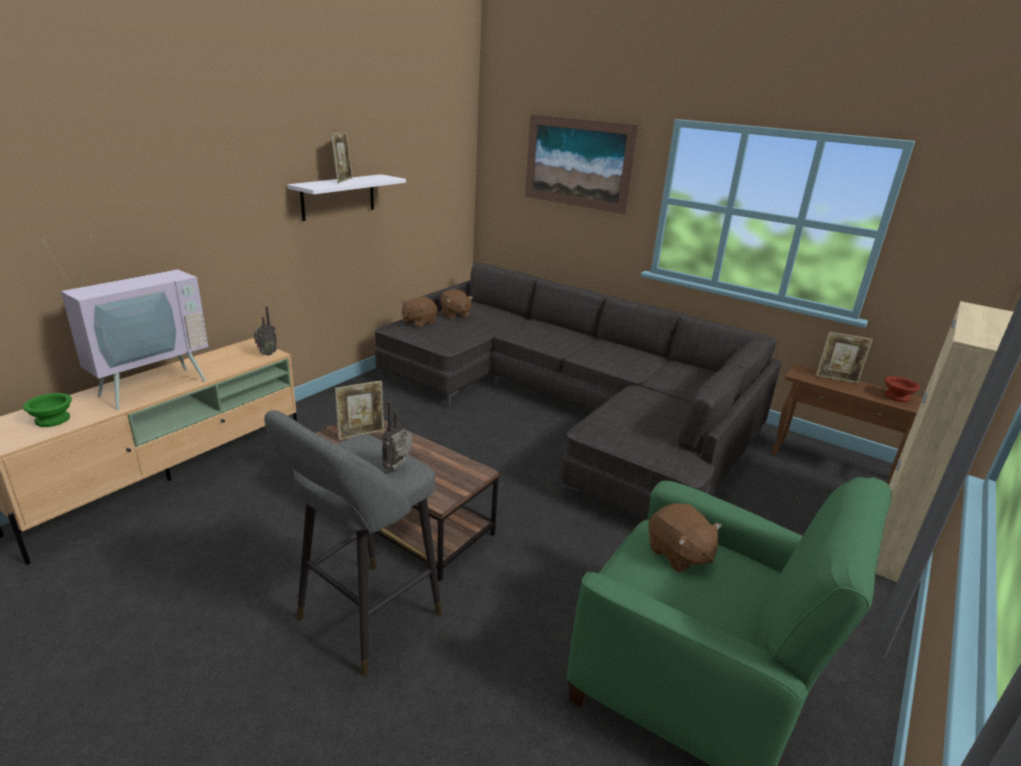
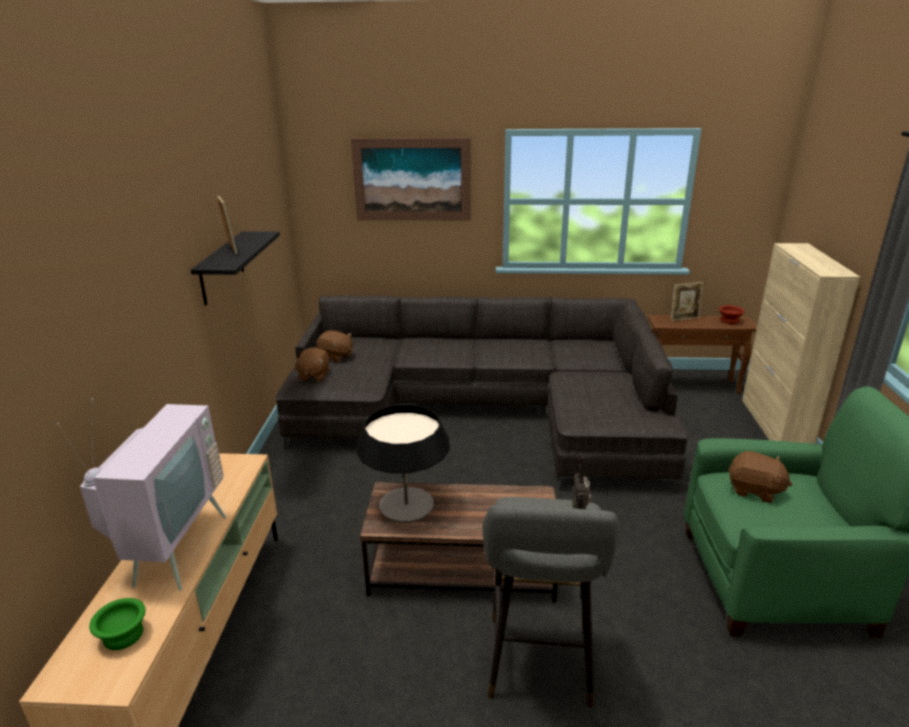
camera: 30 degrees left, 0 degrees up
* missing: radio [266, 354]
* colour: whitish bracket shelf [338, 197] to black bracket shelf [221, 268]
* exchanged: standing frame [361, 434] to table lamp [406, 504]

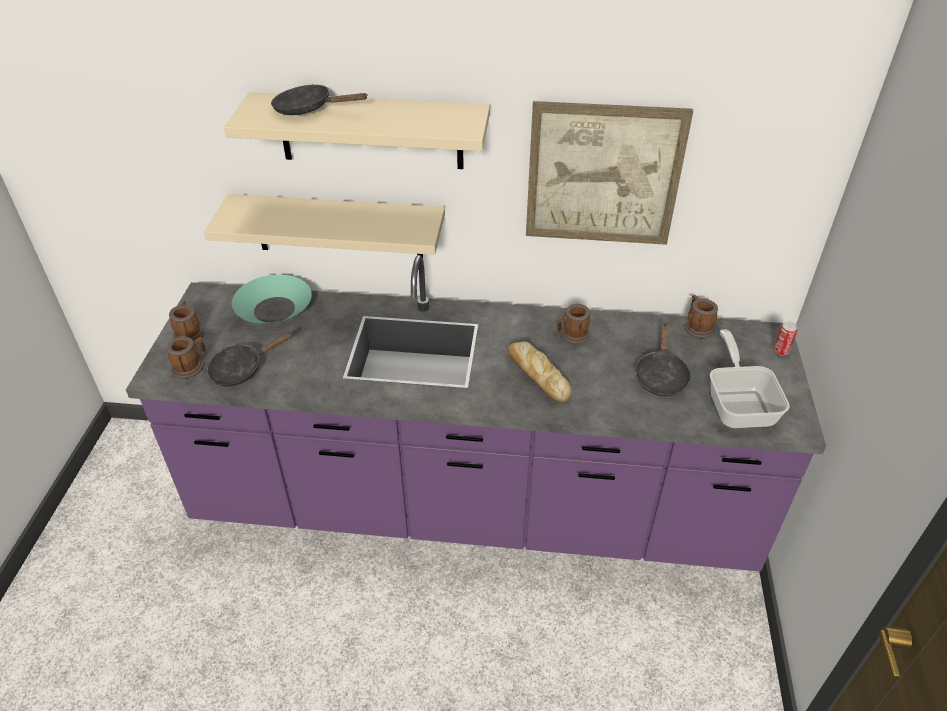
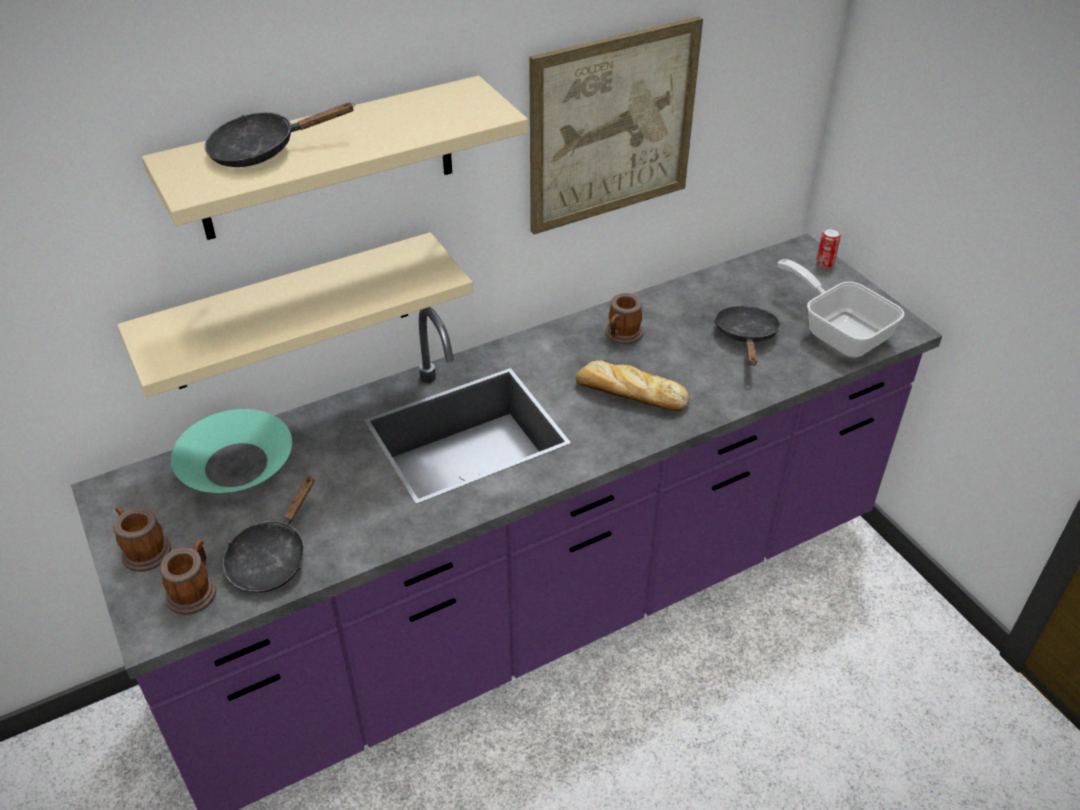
camera: 35 degrees left, 0 degrees up
* spun: black skillet [660, 375] = [746, 337] 150 degrees counterclockwise
* missing: tea mug [697, 326]

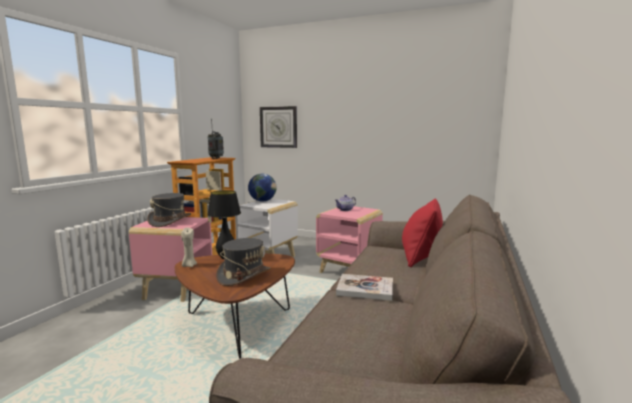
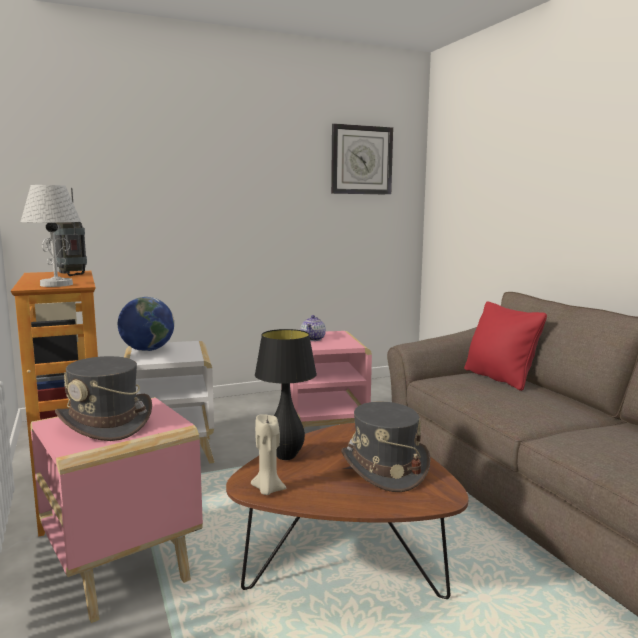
camera: 45 degrees left, 0 degrees up
* relocated: hanging clock [278, 127] to [361, 160]
* missing: bound book [365, 288]
* appeared: whitish table lamp [57, 284]

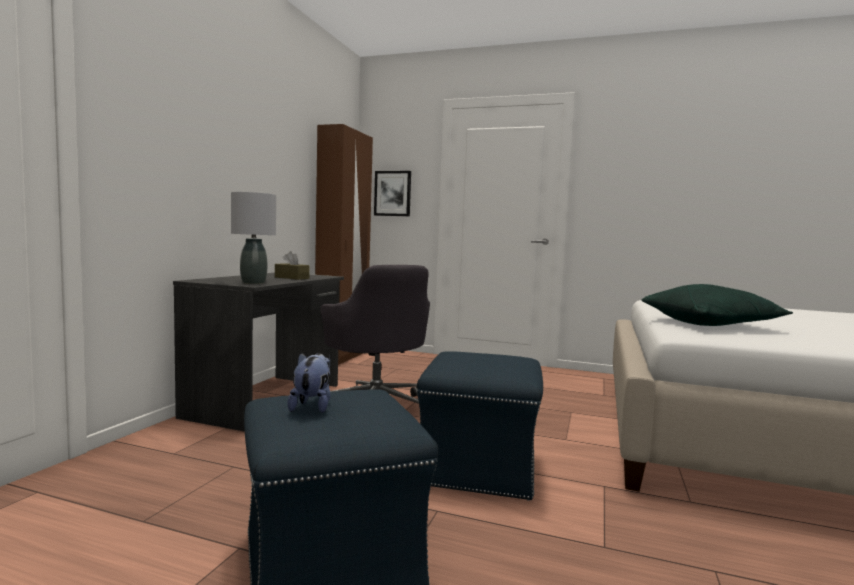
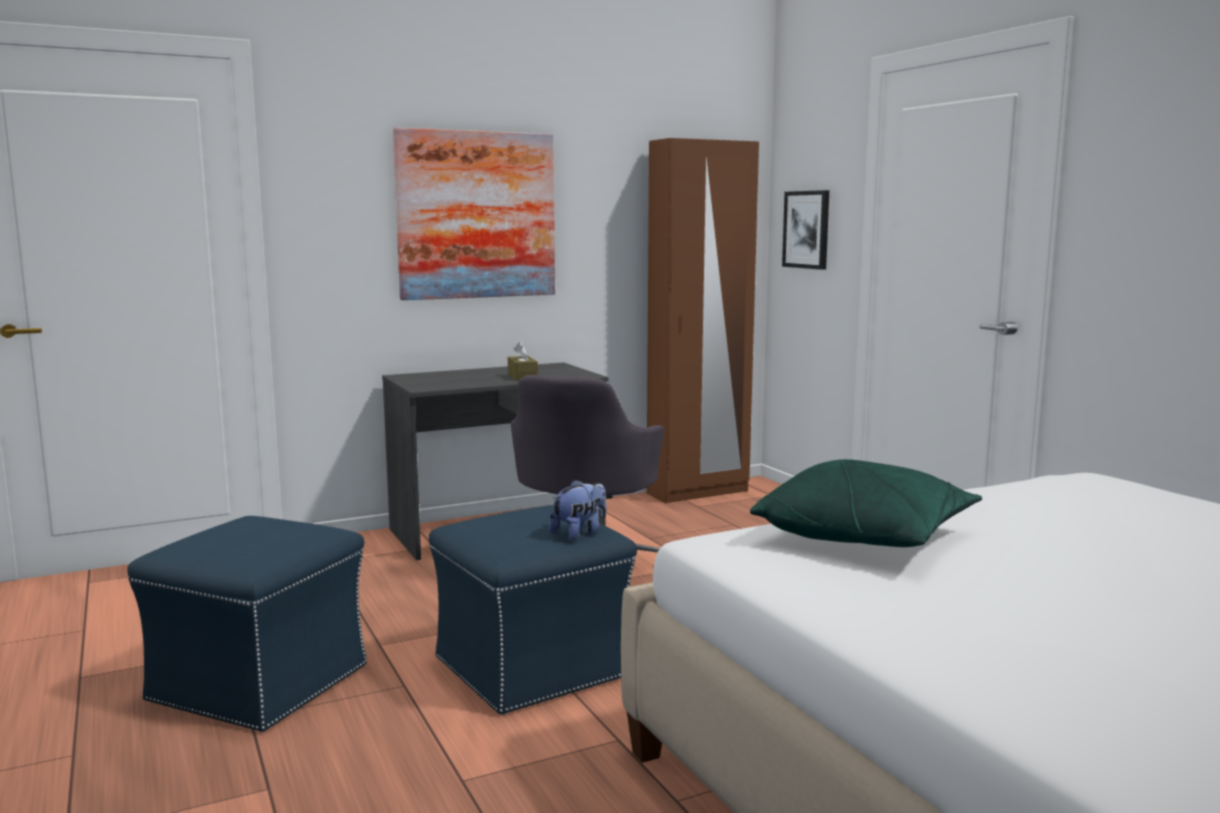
camera: 45 degrees right, 5 degrees up
* missing: greyish table lamp [253, 283]
* relocated: plush toy [312, 406] to [580, 533]
* appeared: picture [476, 215]

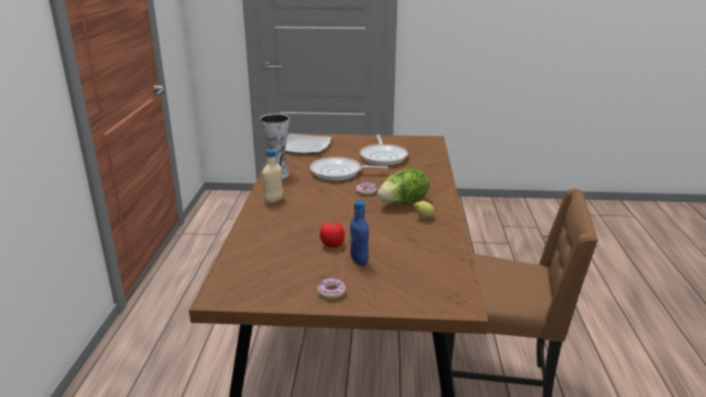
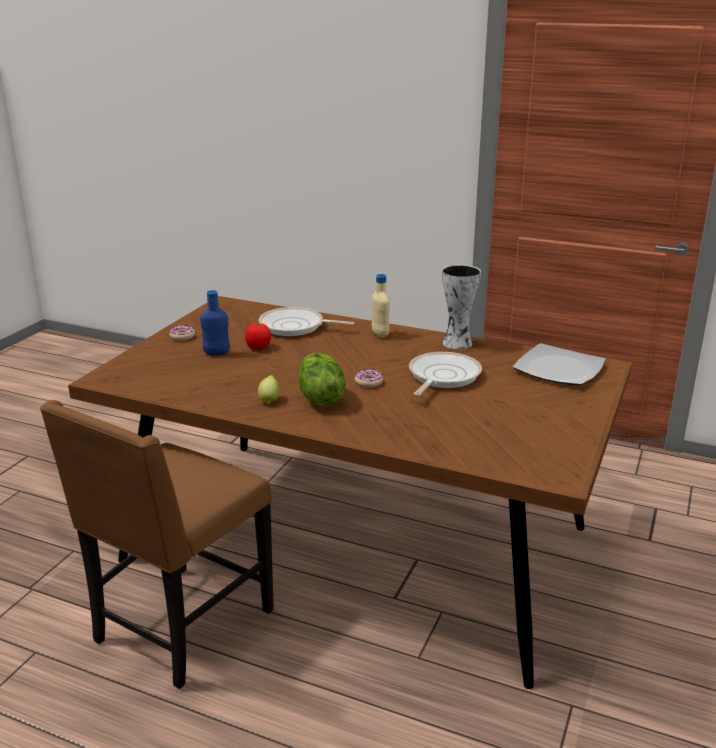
camera: 110 degrees right, 0 degrees up
* relocated: skillet [383, 157] to [295, 327]

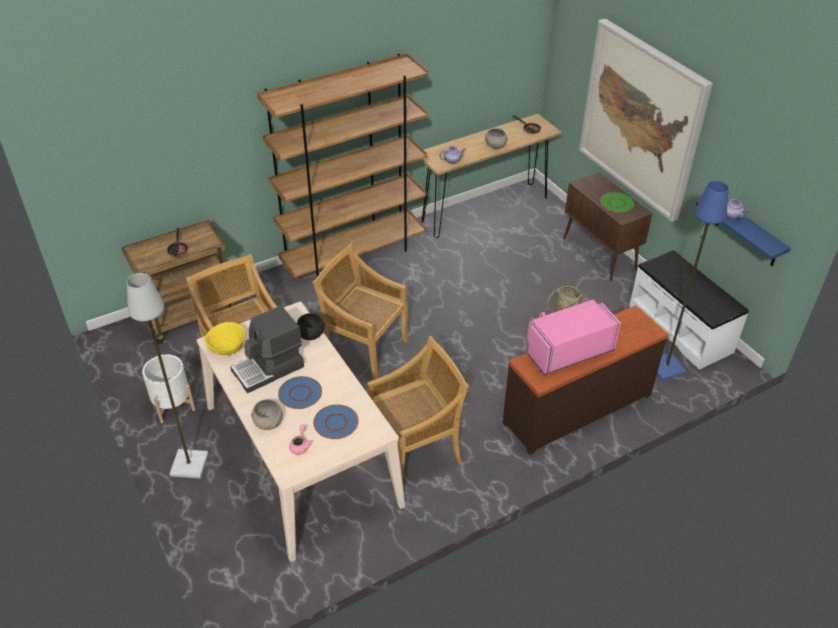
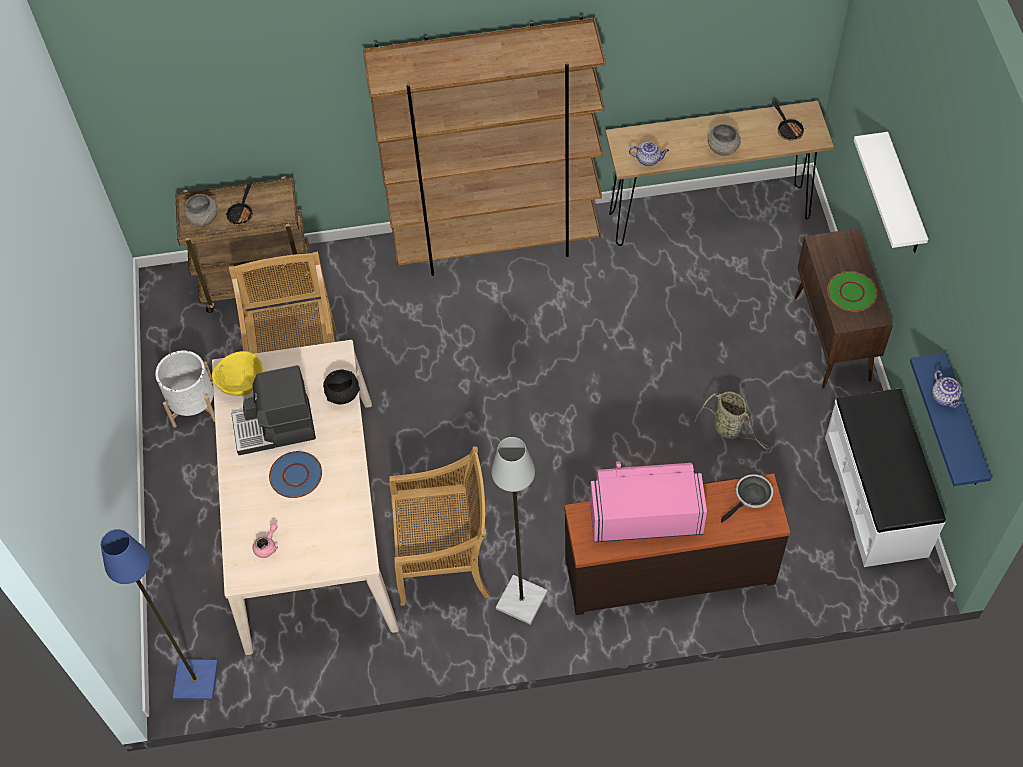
camera: 25 degrees right, 15 degrees up
* relocated: greyish standard lamp [189, 464] to [521, 599]
* relocated: greyish serving bowl [268, 422] to [203, 218]
* missing: beige chair [364, 348]
* missing: bluish dinner plate [335, 422]
* exchanged: picture [642, 119] to whitish bracket shelf [903, 197]
* relocated: bluish standard lamp [665, 367] to [195, 679]
* appeared: skillet [751, 497]

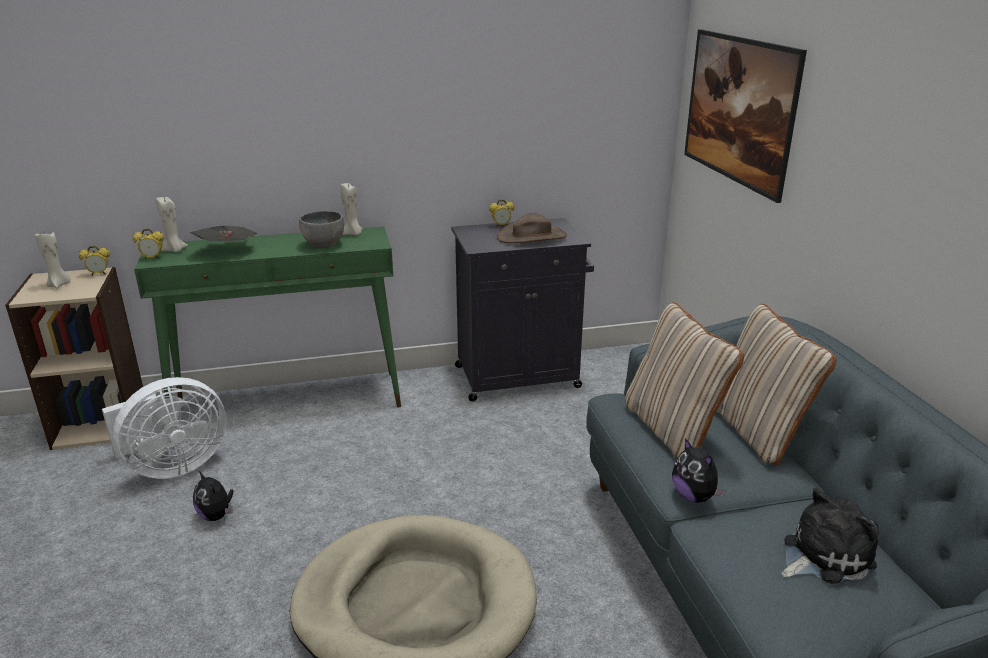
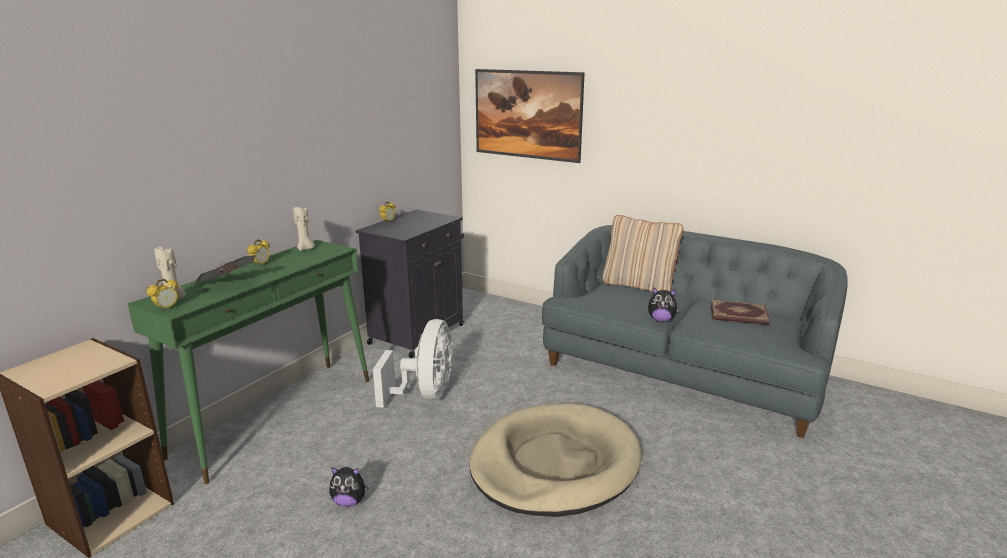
camera: 45 degrees left, 5 degrees down
* missing: beige candle [59, 285]
* relocated: table clock [99, 274] to [261, 265]
* relocated: whitish cooling fan [173, 466] to [425, 394]
* missing: greyish serving bowl [323, 245]
* missing: brown-coloured clothing hat [532, 237]
* missing: beige throw pillow [673, 429]
* exchanged: plush toy [823, 555] to bound book [738, 315]

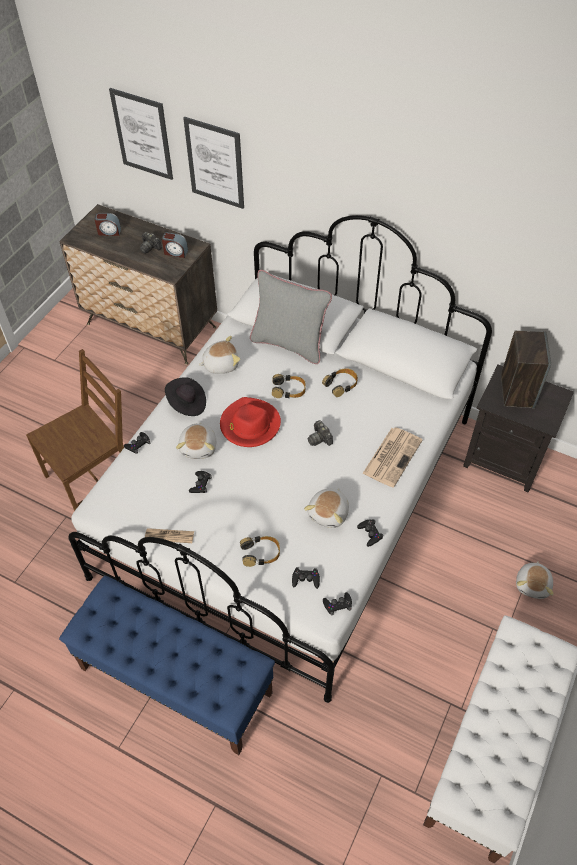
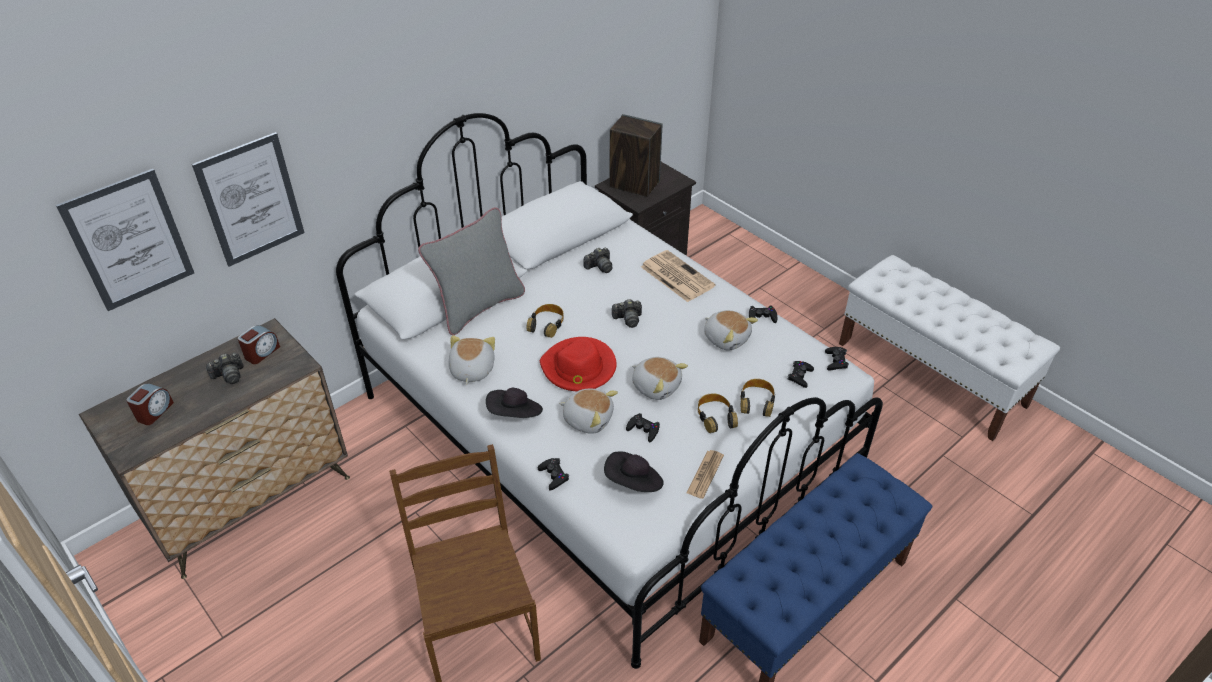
camera: 70 degrees left, 10 degrees down
* relocated: headset [341, 384] to [715, 417]
* relocated: plush toy [533, 585] to [656, 386]
* appeared: photo camera [599, 267]
* appeared: black clothing hat [634, 483]

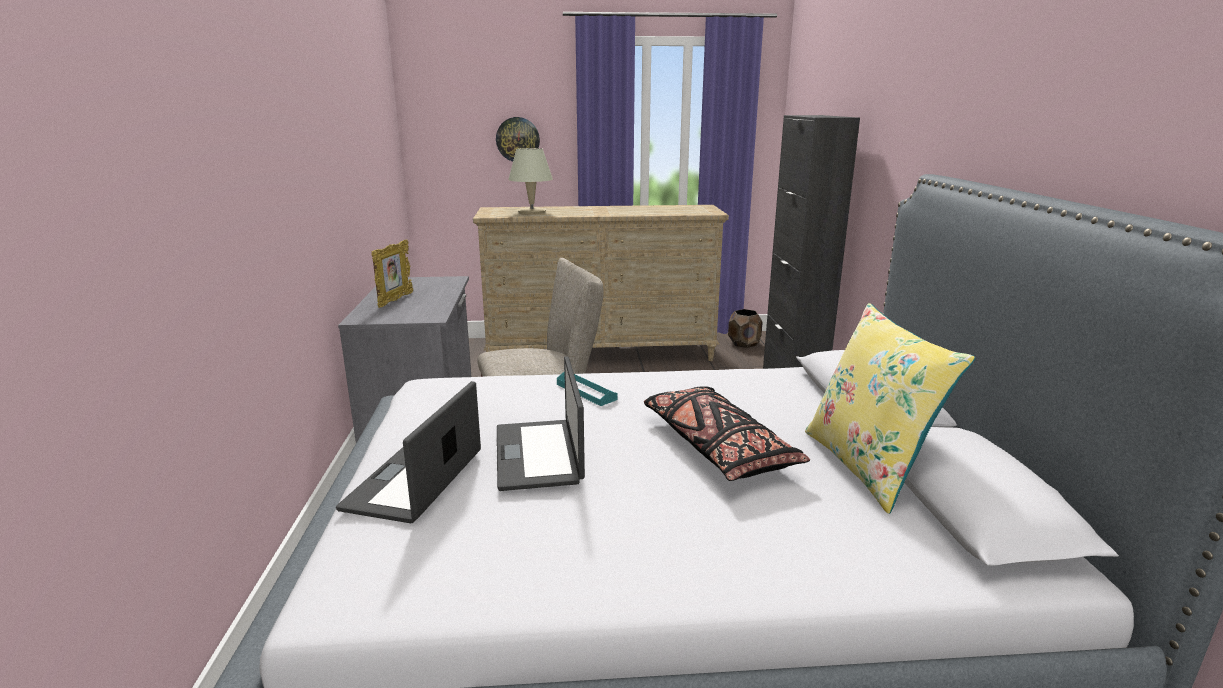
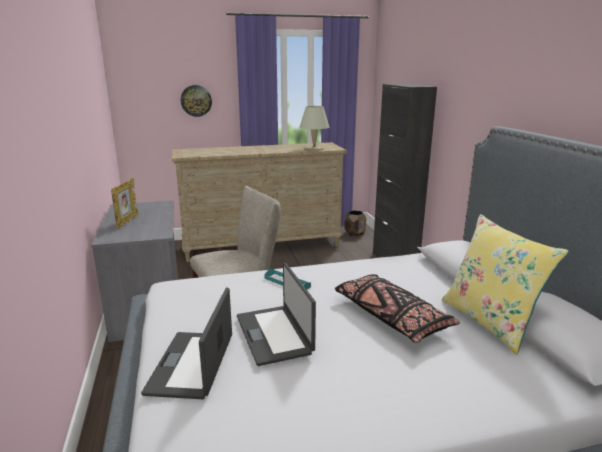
camera: 10 degrees left, 0 degrees up
* relocated: beige table lamp [531, 212] to [314, 149]

